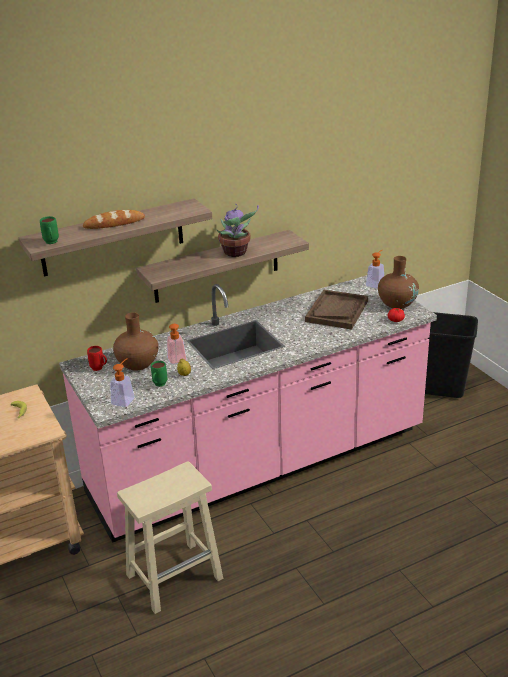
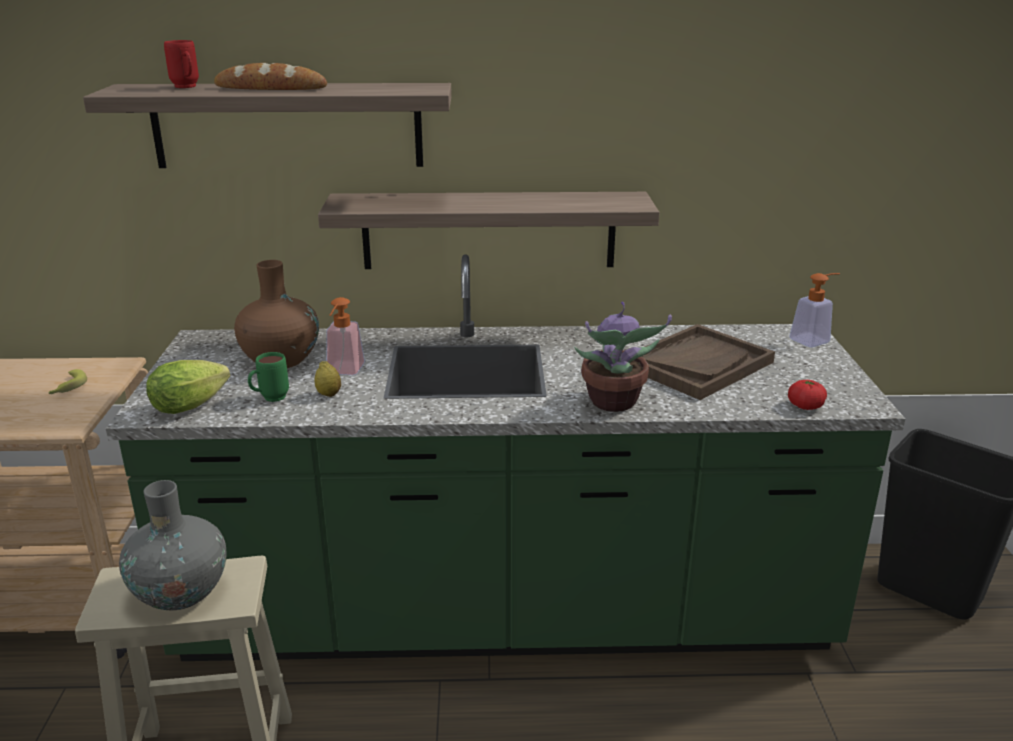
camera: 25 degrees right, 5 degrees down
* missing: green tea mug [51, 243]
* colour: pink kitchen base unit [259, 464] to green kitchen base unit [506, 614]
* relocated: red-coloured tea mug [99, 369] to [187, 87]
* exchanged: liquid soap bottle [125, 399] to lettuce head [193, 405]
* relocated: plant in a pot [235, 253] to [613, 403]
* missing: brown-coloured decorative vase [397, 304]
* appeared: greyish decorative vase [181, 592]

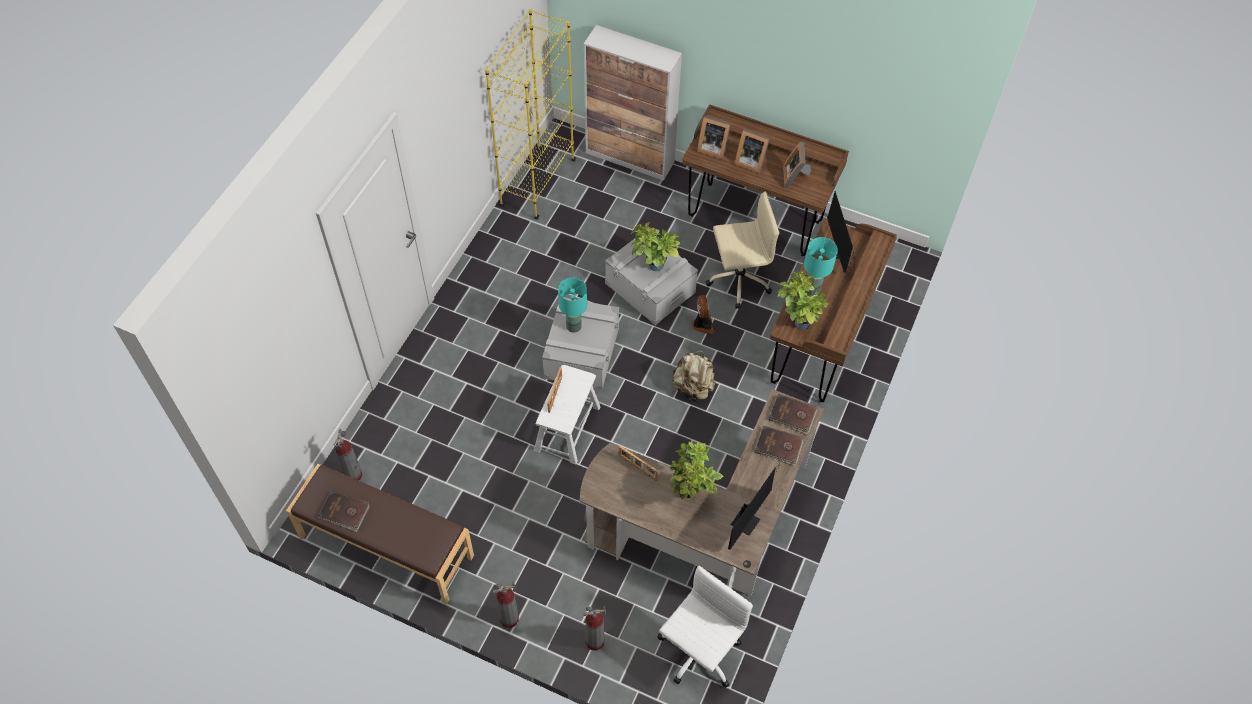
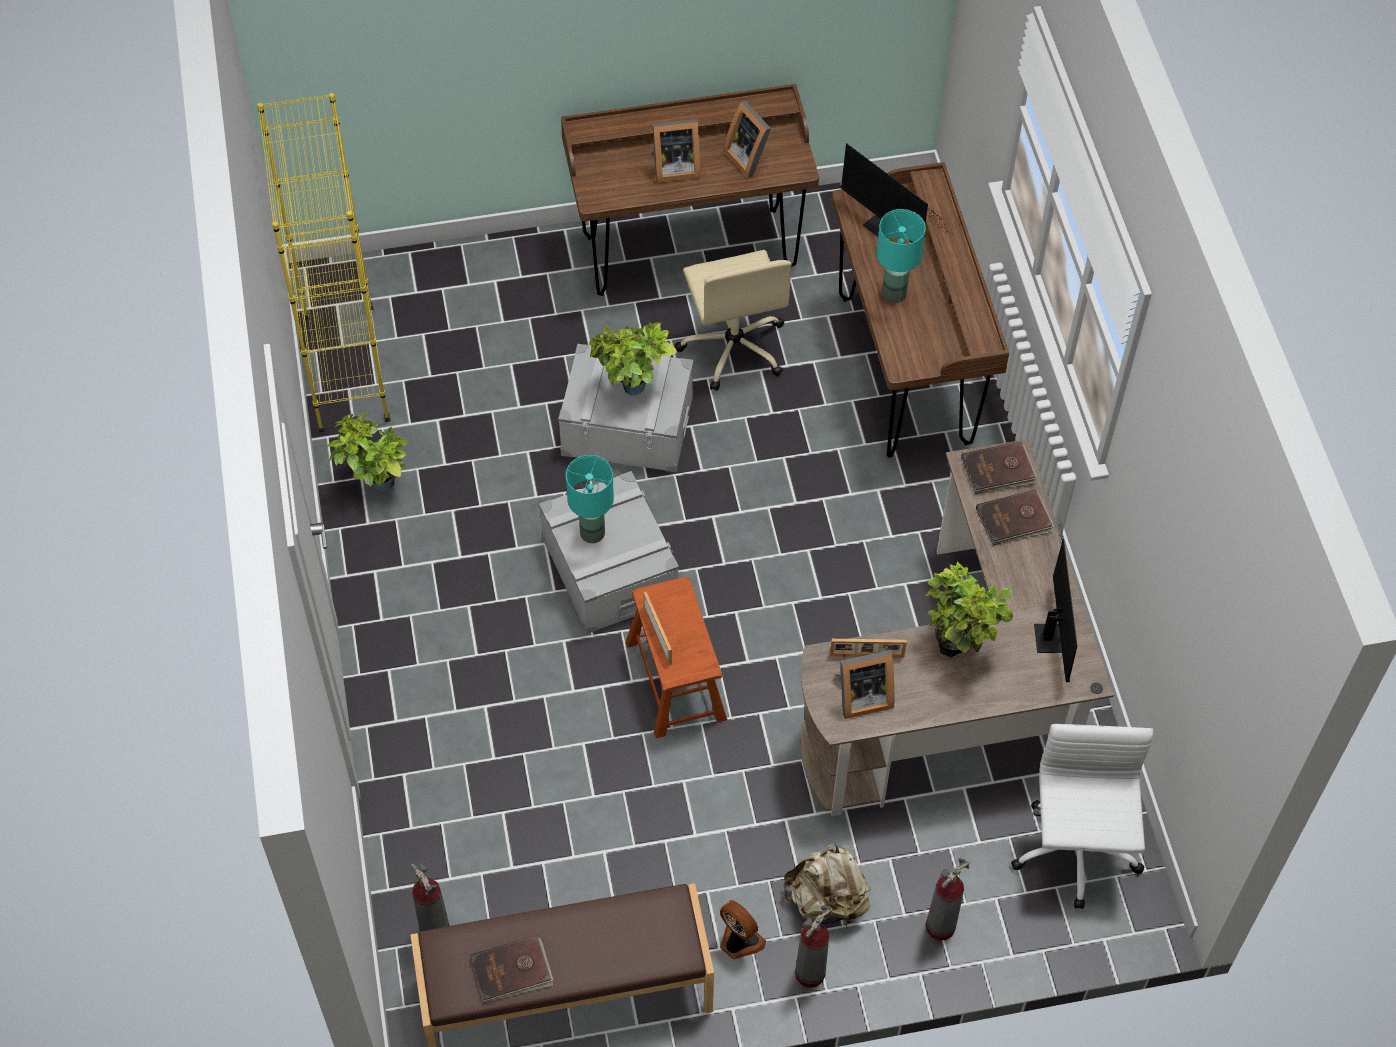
camera: 35 degrees left, 0 degrees up
* colour: whitish sitting stool [567, 428] to brown-coloured sitting stool [675, 680]
* missing: storage cabinet [630, 158]
* relocated: beige knapsack [693, 388] to [827, 901]
* relocated: cooling fan [702, 324] to [739, 941]
* relocated: standing frame [712, 147] to [861, 696]
* spun: beige office chair [737, 280] = [733, 347] 120 degrees clockwise
* relocated: plant in a pot [797, 323] to [376, 485]

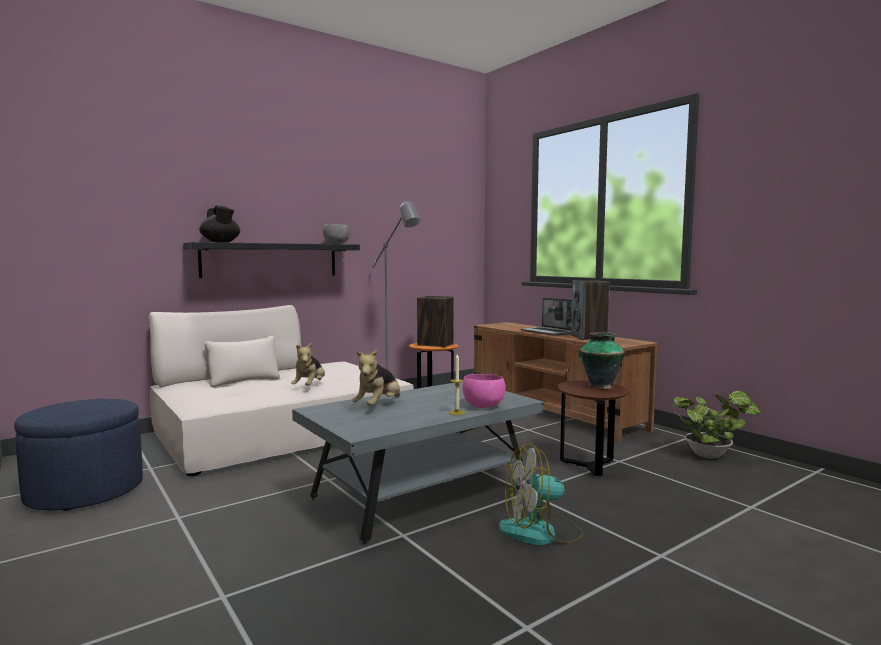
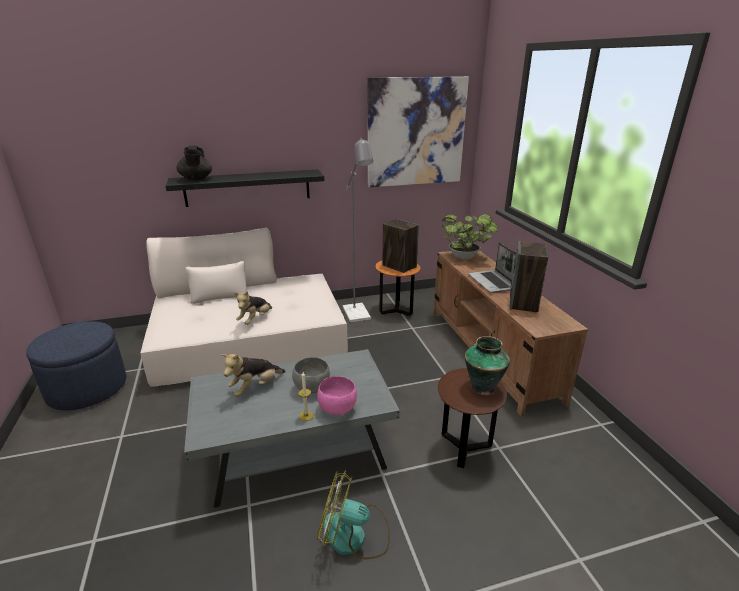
camera: 20 degrees right, 20 degrees up
* relocated: greyish serving bowl [336, 244] to [312, 387]
* relocated: plant in a pot [711, 455] to [465, 258]
* appeared: picture [416, 132]

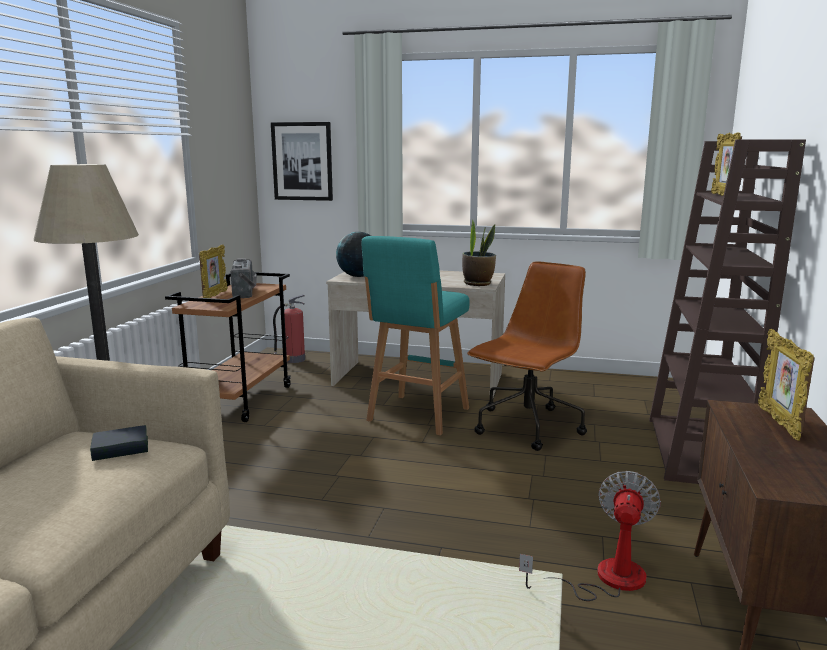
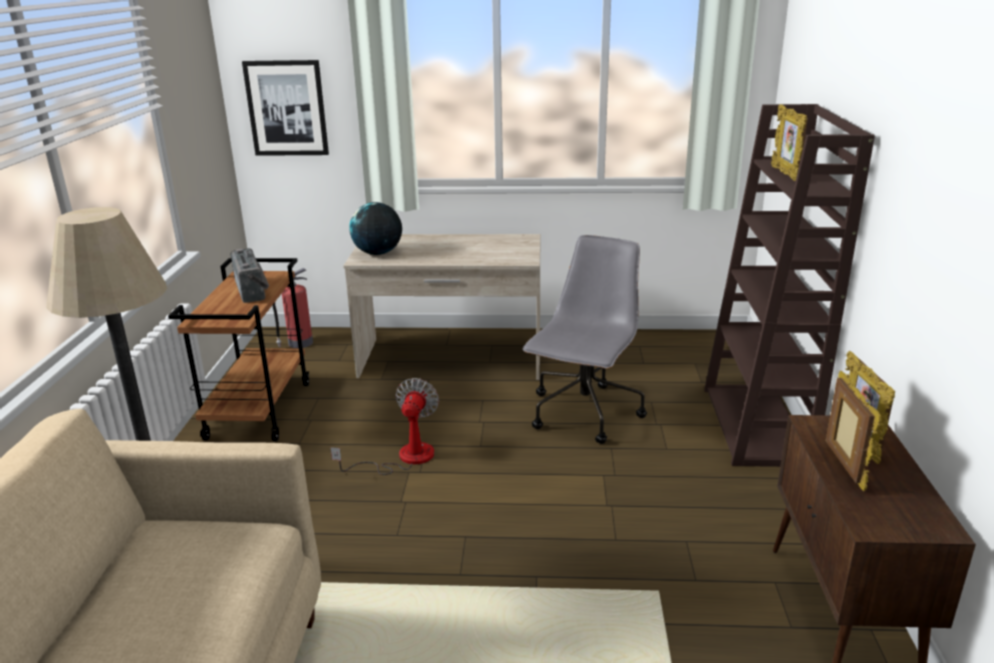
camera: 10 degrees left, 10 degrees up
* missing: bound book [121, 449]
* relocated: standing frame [215, 296] to [843, 466]
* missing: turquoise-coloured sitting stool [417, 416]
* missing: plant in a pot [478, 283]
* colour: brown-coloured office chair [527, 428] to greyish office chair [584, 414]
* relocated: cooling fan [605, 579] to [403, 458]

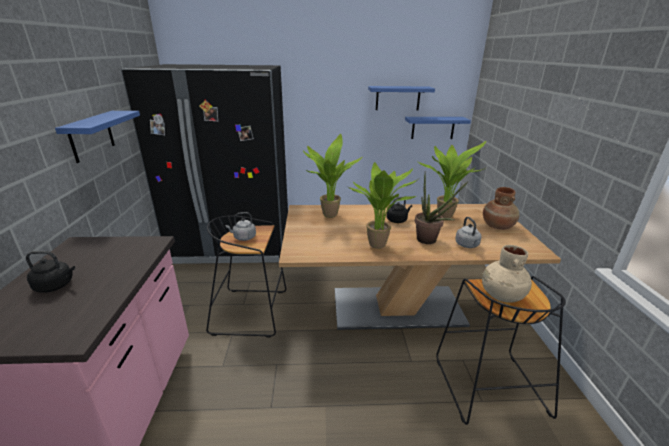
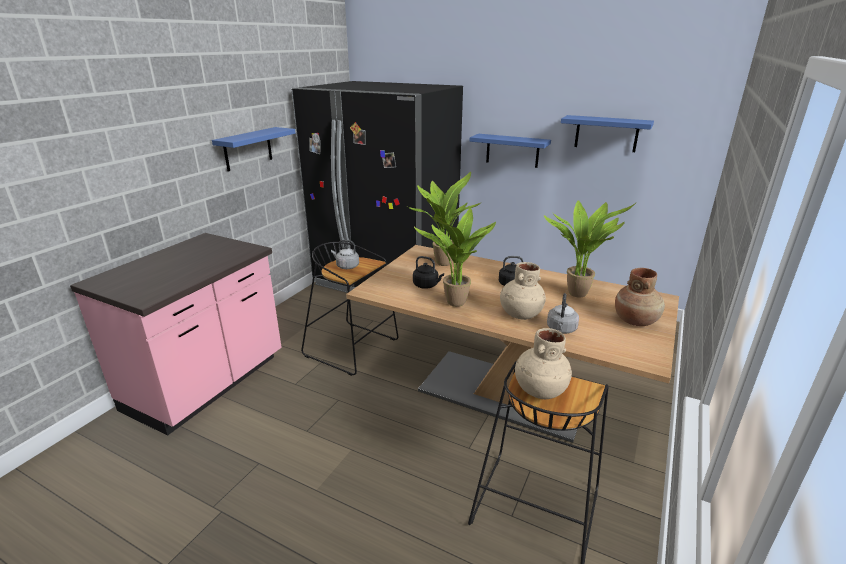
camera: 30 degrees right, 0 degrees up
* relocated: black water kettle [56, 286] to [427, 285]
* relocated: bluish bracket shelf [433, 127] to [512, 150]
* exchanged: plant in a pot [429, 241] to beige decorative vase [520, 314]

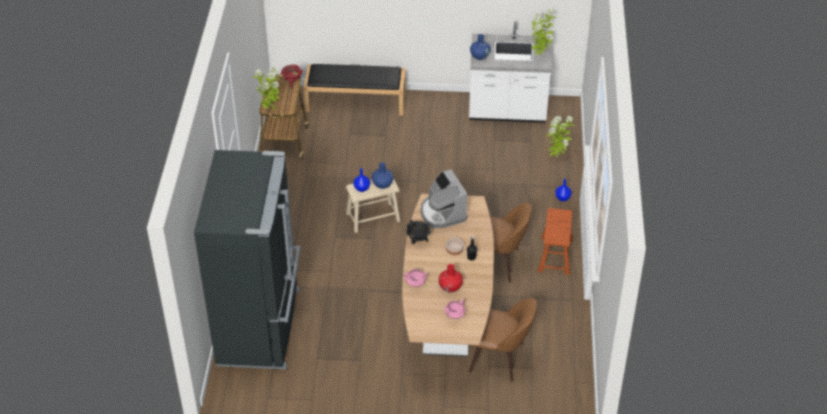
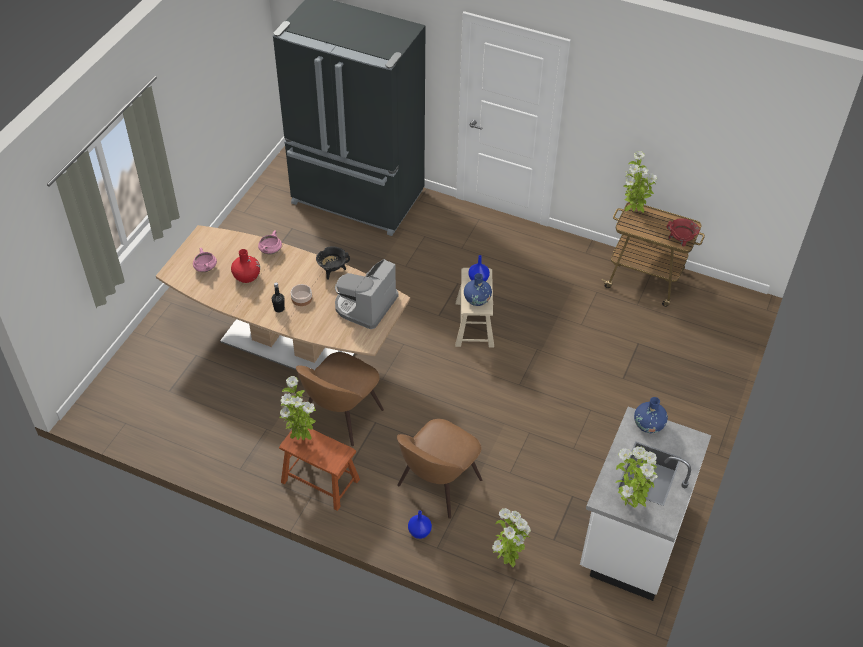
camera: 110 degrees right, 5 degrees up
* missing: black indoor bench [356, 101]
* spun: coffee maker [442, 213] = [365, 305] 60 degrees counterclockwise
* relocated: brown-coloured chair [499, 358] to [437, 485]
* appeared: plant in a pot [301, 436]

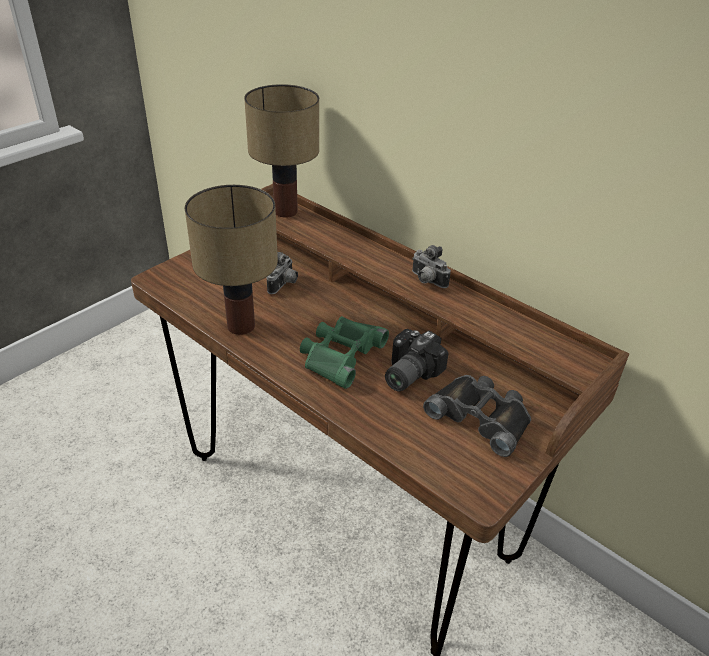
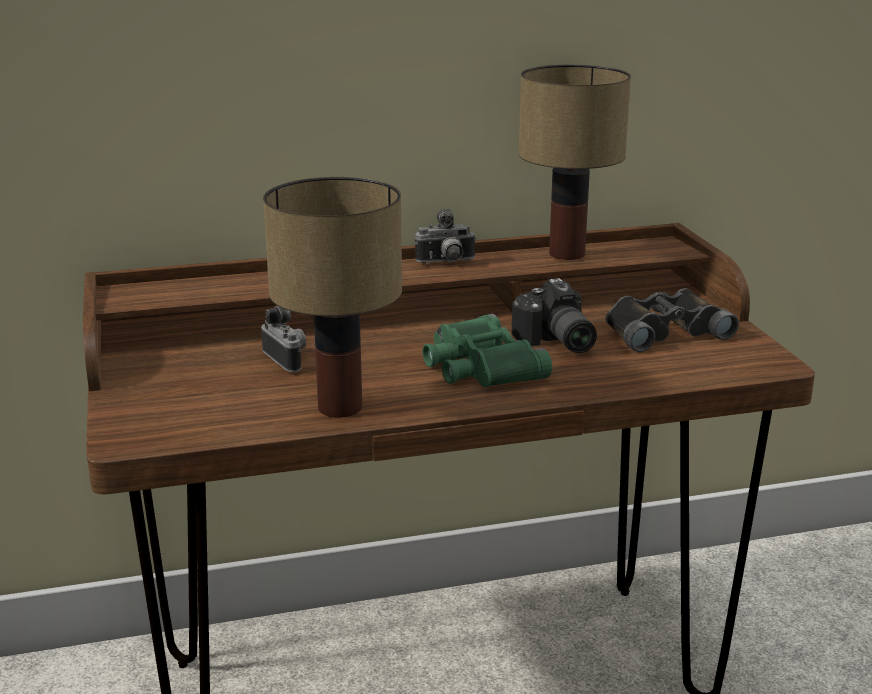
camera: 55 degrees left, 15 degrees down
* relocated: table lamp [287, 211] to [567, 253]

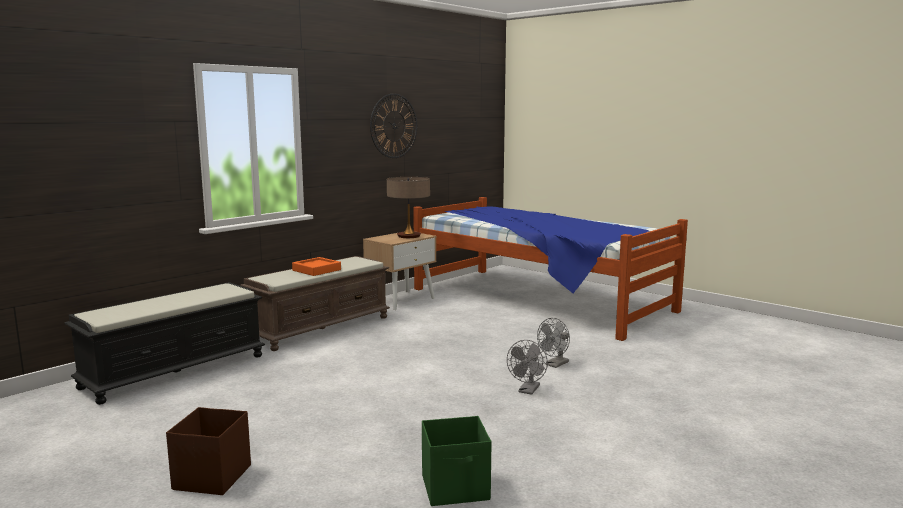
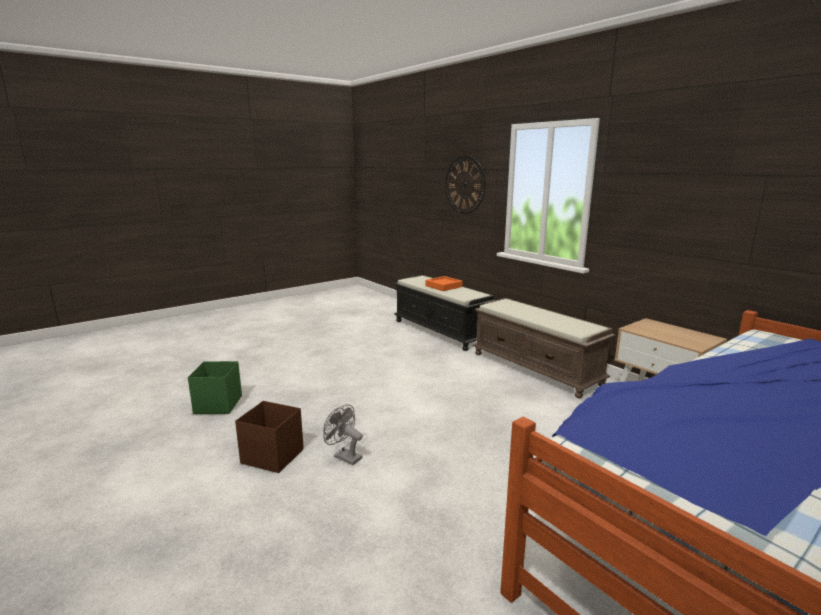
camera: 100 degrees right, 5 degrees up
* relocated: brown-coloured storage container [211, 478] to [272, 456]
* relocated: orange tray [316, 270] to [443, 286]
* relocated: hanging clock [394, 126] to [464, 185]
* missing: table lamp [409, 236]
* missing: greyish cooling fan [555, 365]

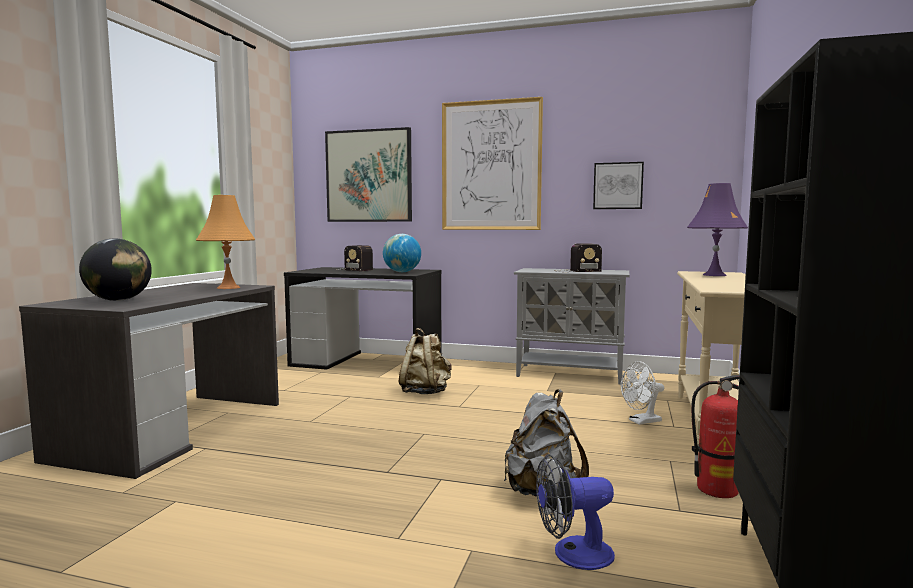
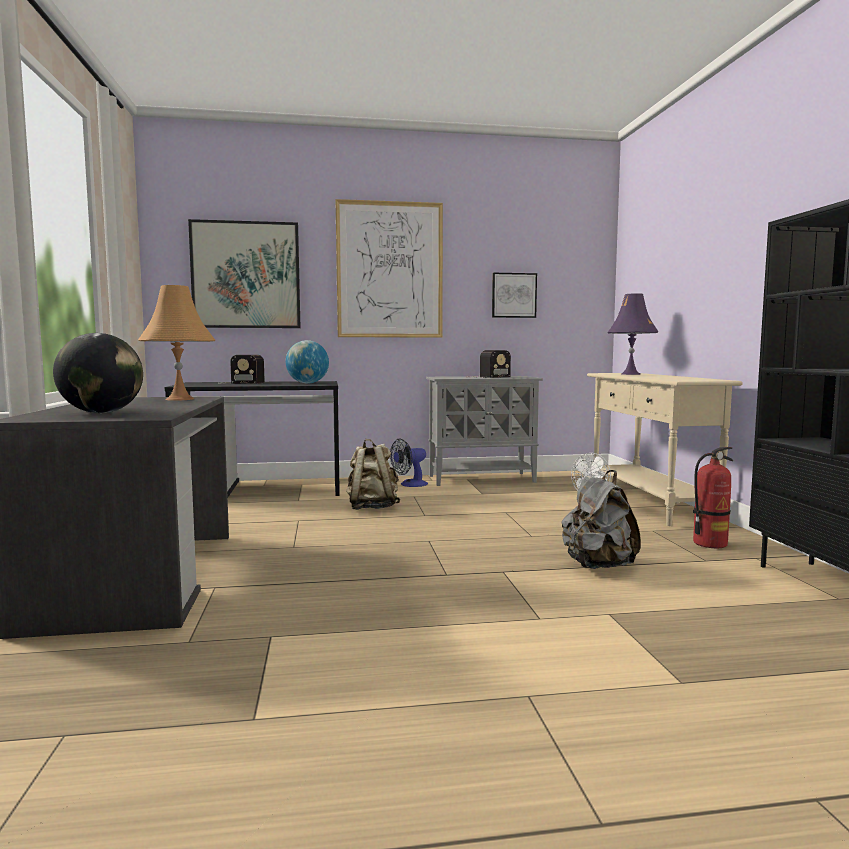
camera: 25 degrees left, 0 degrees up
* relocated: cooling fan [573, 554] to [409, 484]

